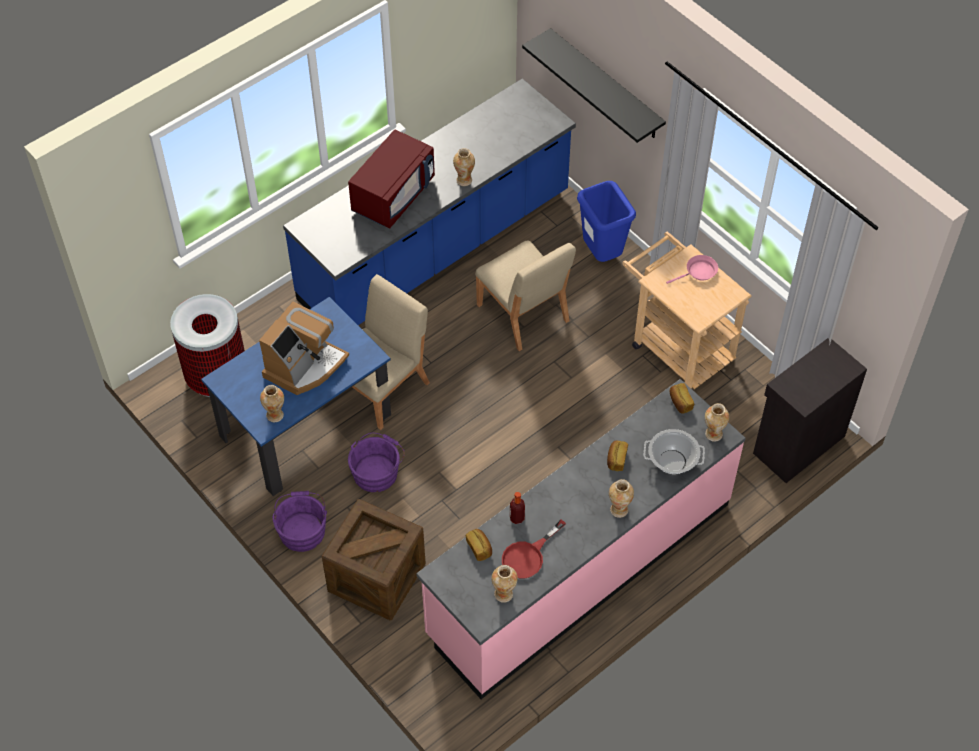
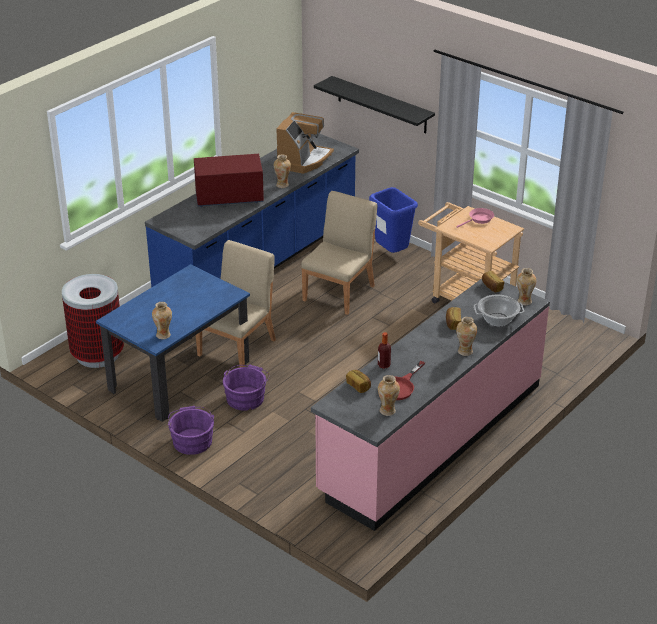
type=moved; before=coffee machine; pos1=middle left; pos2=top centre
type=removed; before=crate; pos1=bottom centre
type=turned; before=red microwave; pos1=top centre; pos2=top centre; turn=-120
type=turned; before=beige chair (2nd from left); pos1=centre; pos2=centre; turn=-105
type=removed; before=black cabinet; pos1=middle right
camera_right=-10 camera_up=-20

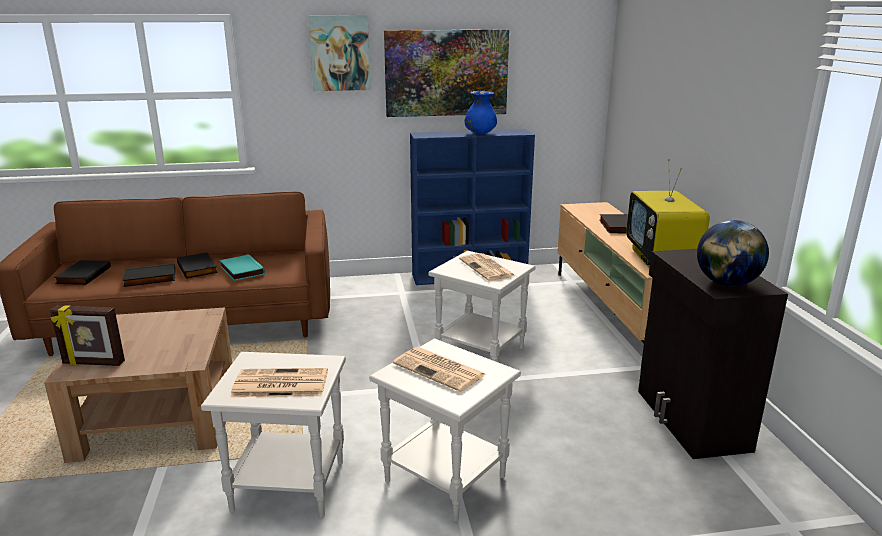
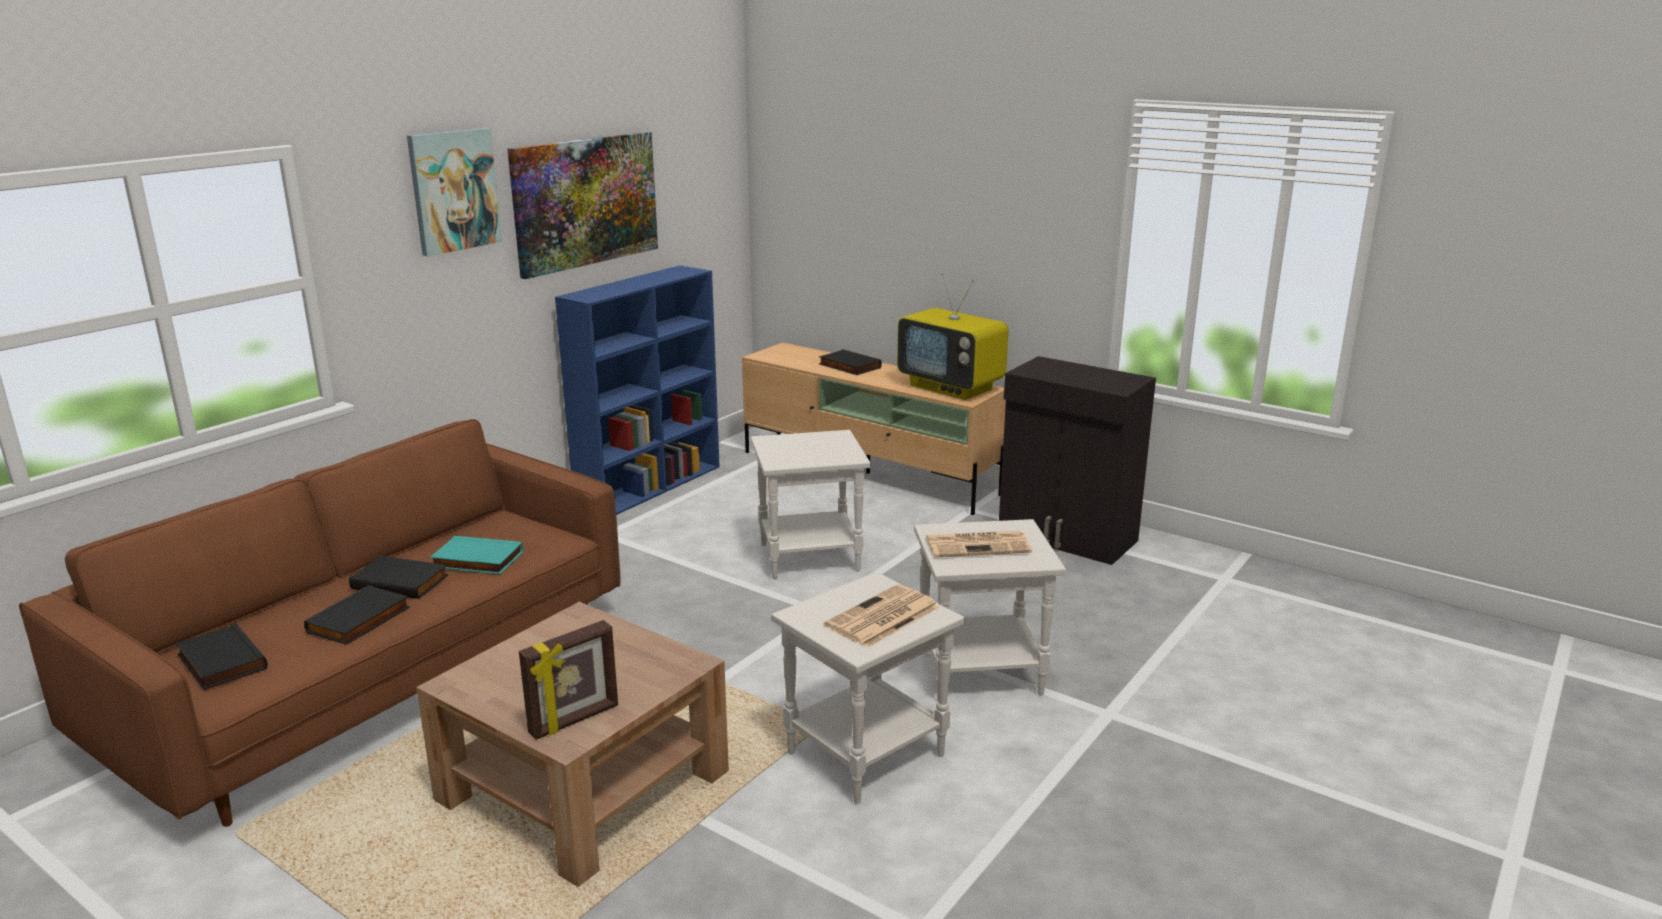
type=removed; before=newspaper (3rd from left); pos1=centre
type=removed; before=blue vase; pos1=top centre
type=removed; before=globe; pos1=middle right
camera_right=-45 camera_up=0

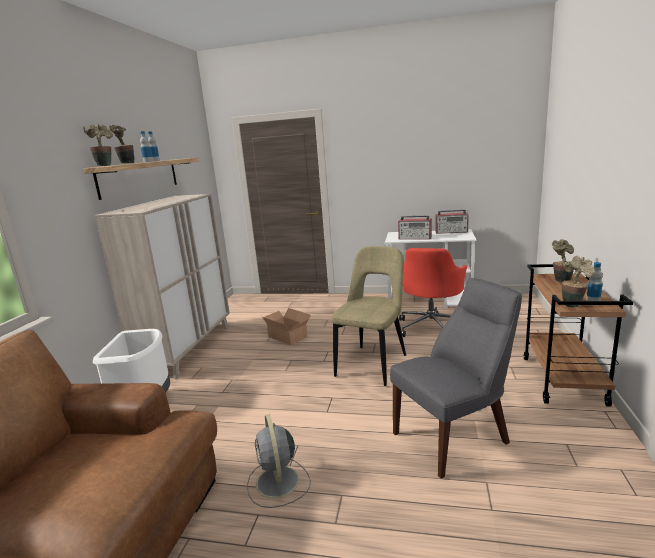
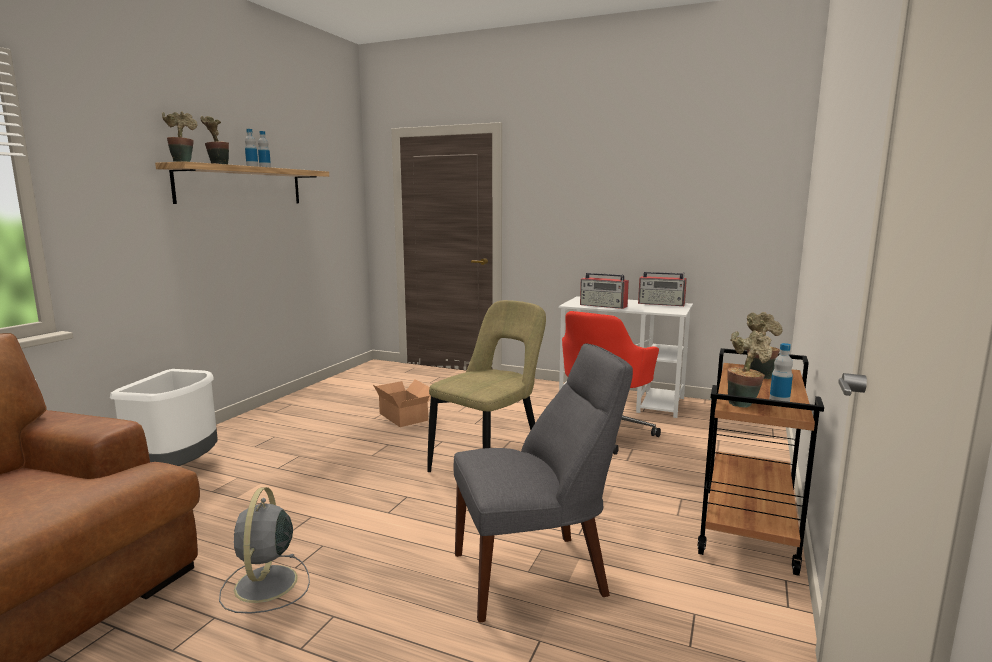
type=removed; before=beige cabinet; pos1=middle left
camera_right=10 camera_up=-5

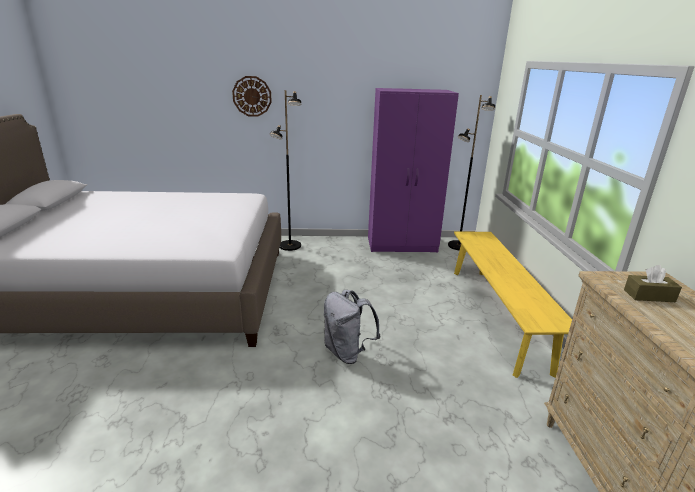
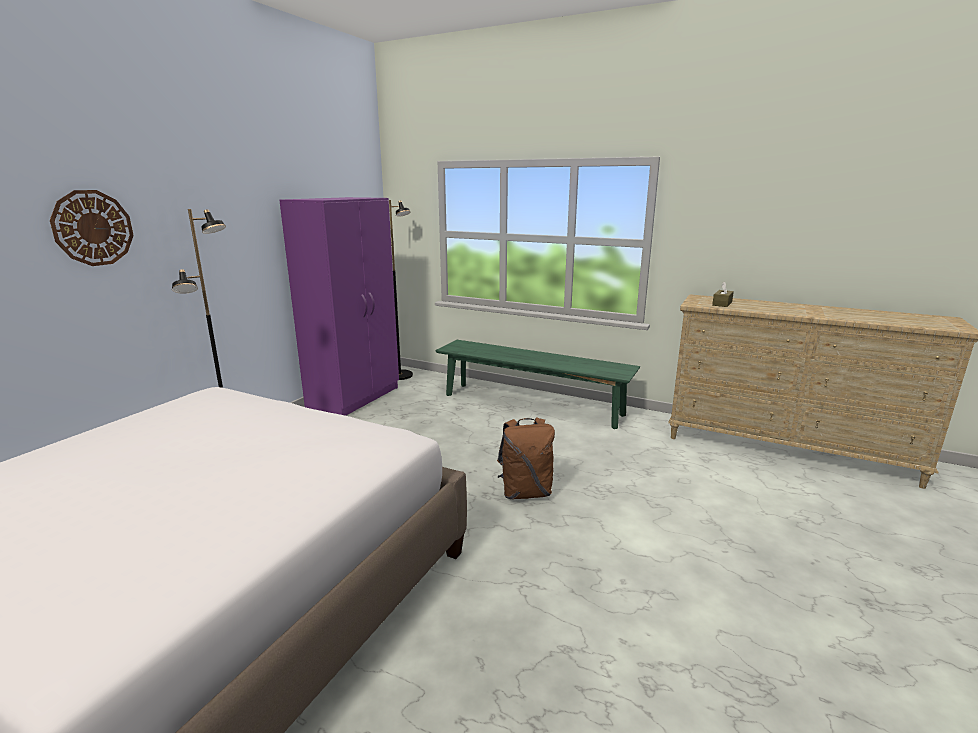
type=recoloured; before=grey backpack; after=brown backpack; pos1=centre; pos2=centre
type=recoloured; before=yellow bench; after=green bench; pos1=middle right; pos2=centre
camera_right=-60 camera_up=-5

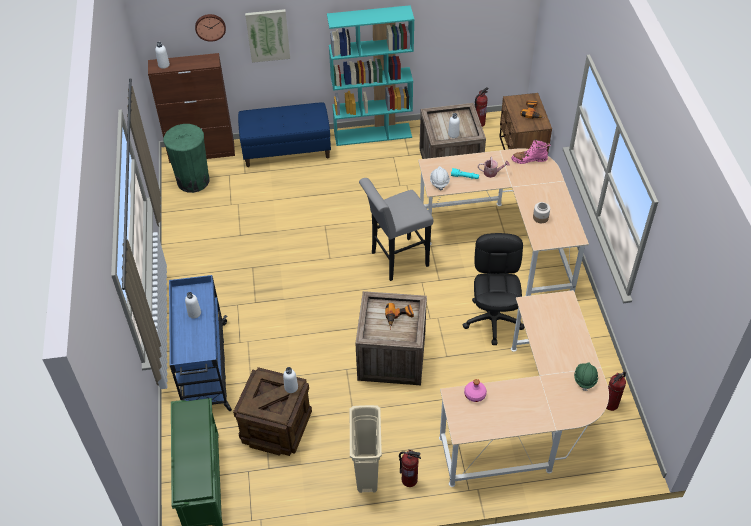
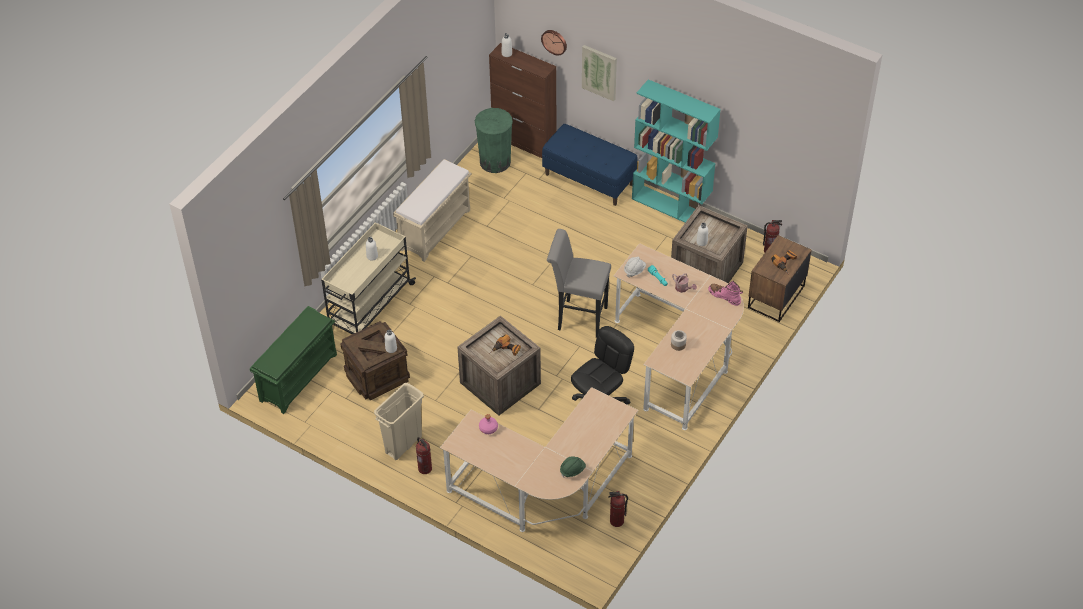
type=recoloured; before=blue cart; after=beige cart; pos1=middle left; pos2=centre
type=added; after=beige bench; pos2=centre
camera_right=40 camera_up=0

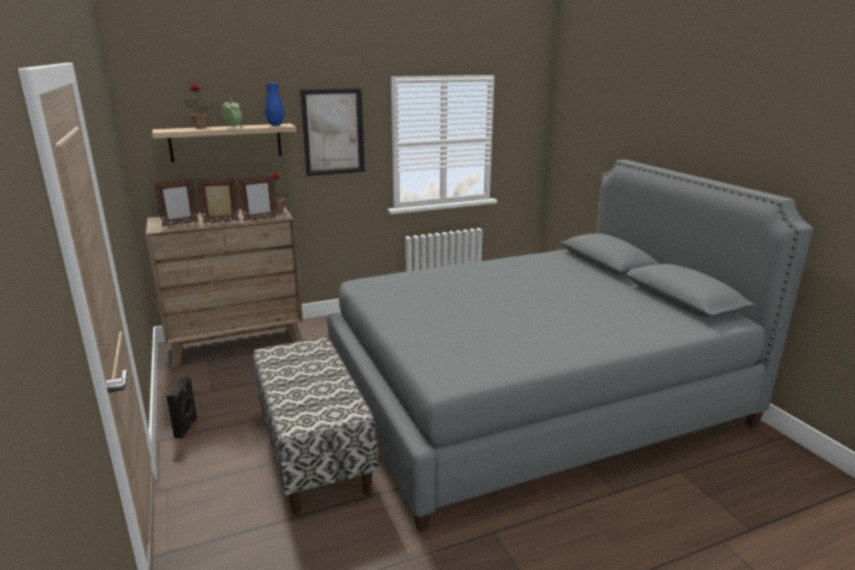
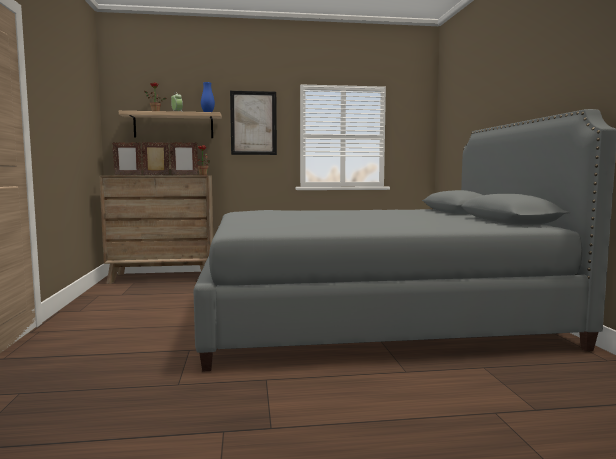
type=removed; before=black speaker; pos1=bottom left
type=removed; before=bench; pos1=bottom centre
camera_right=15 camera_up=-15

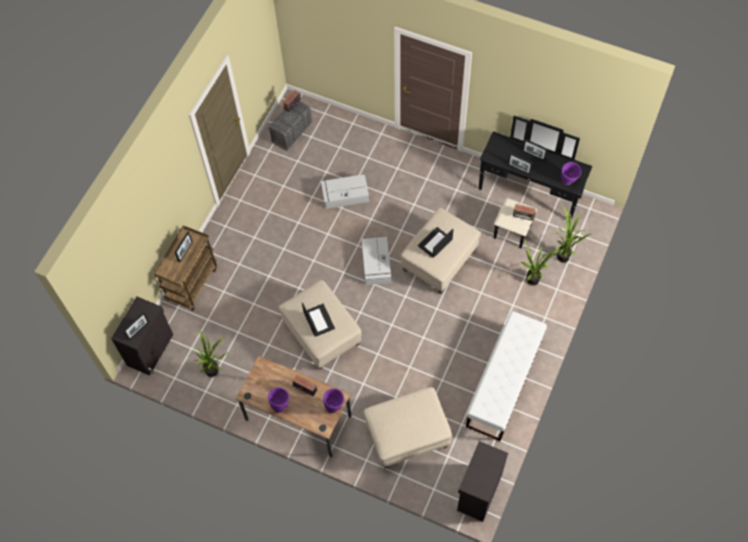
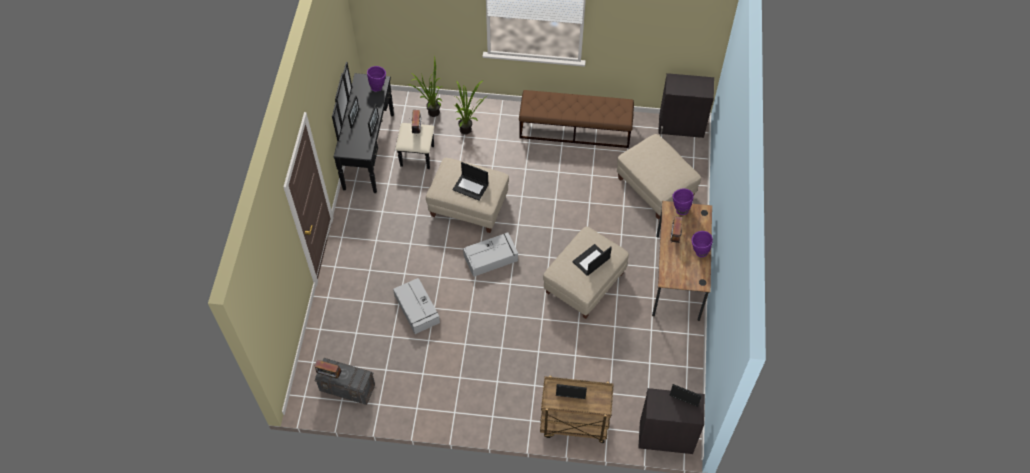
type=removed; before=potted plant (1st from left); pos1=middle left
type=recoloured; before=white bench; after=brown bench; pos1=bottom right; pos2=top centre
camera_right=-110 camera_up=-5

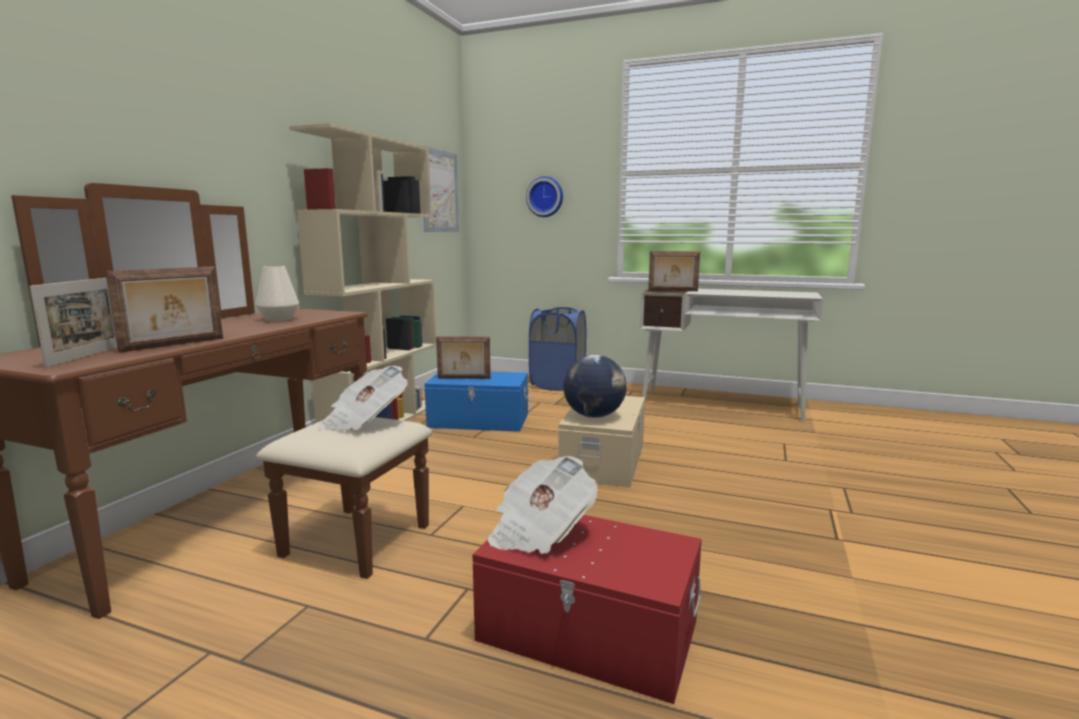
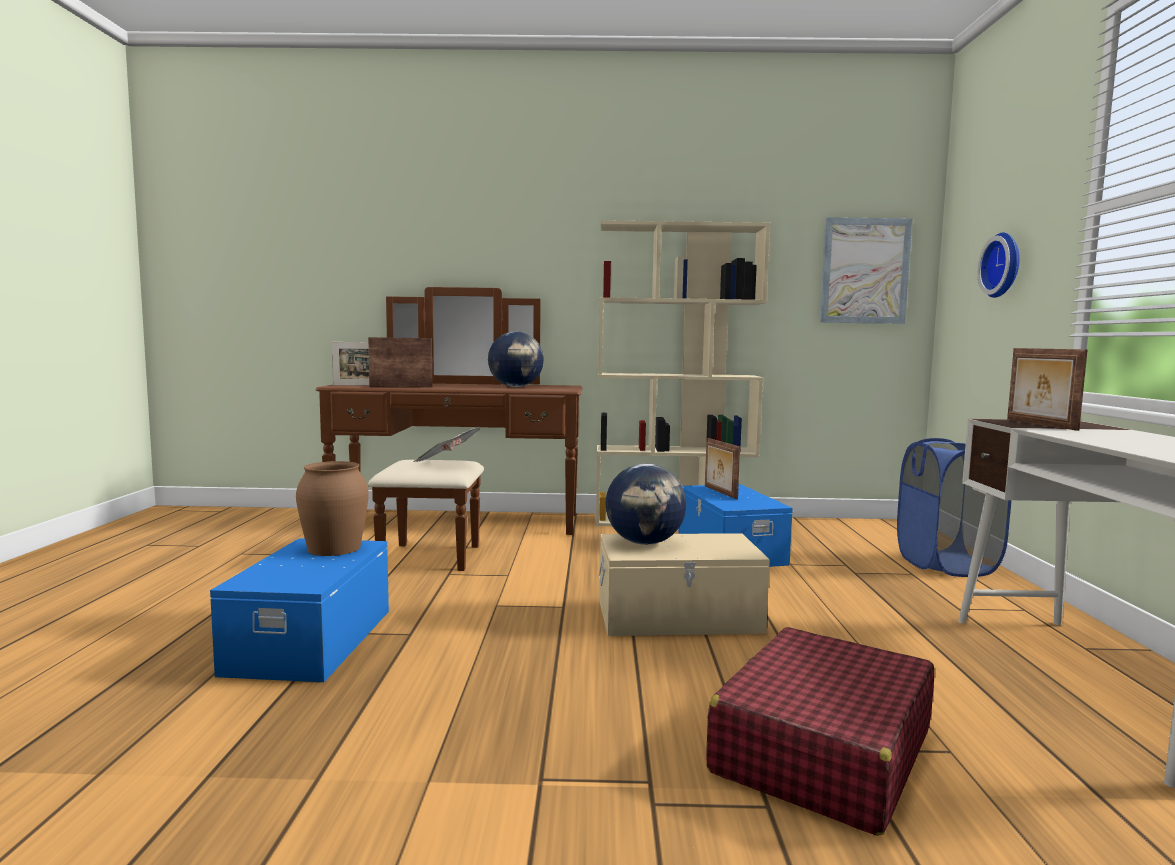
type=turned; before=picture frame (2nd from left); pos1=middle left; pos2=centre; turn=150
type=replaced; before=white vase; after=globe (1st from left); pos1=middle left; pos2=centre
type=recoloured; before=red storage box; after=blue storage box (1st from left); pos1=bottom centre; pos2=bottom left
type=replaced; before=newspaper (2nd from left); after=brown vase; pos1=bottom centre; pos2=middle left
type=added; after=red suitcase; pos2=bottom right
camera_right=70 camera_up=-5

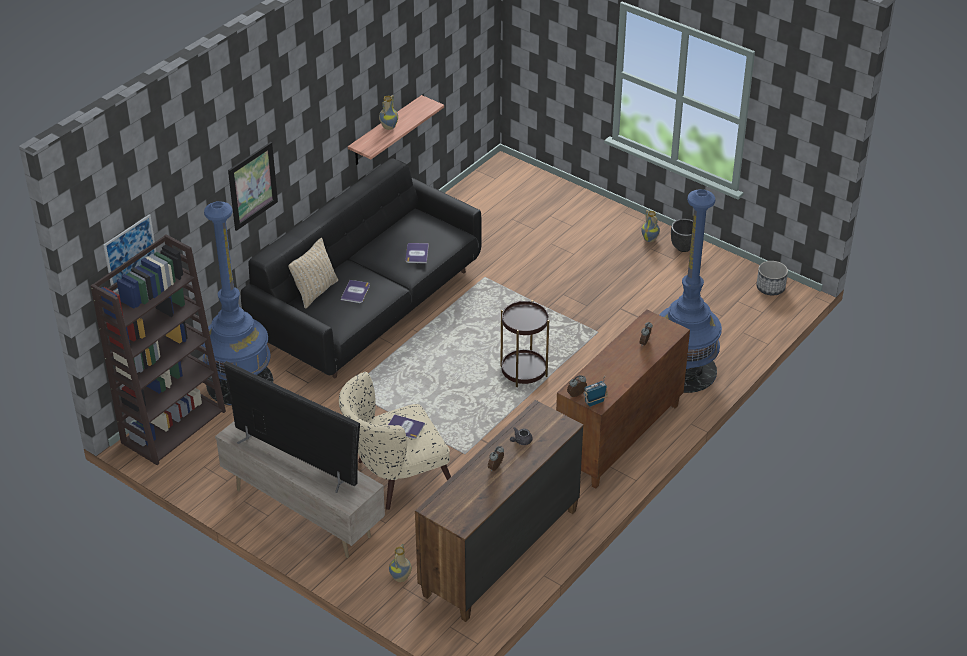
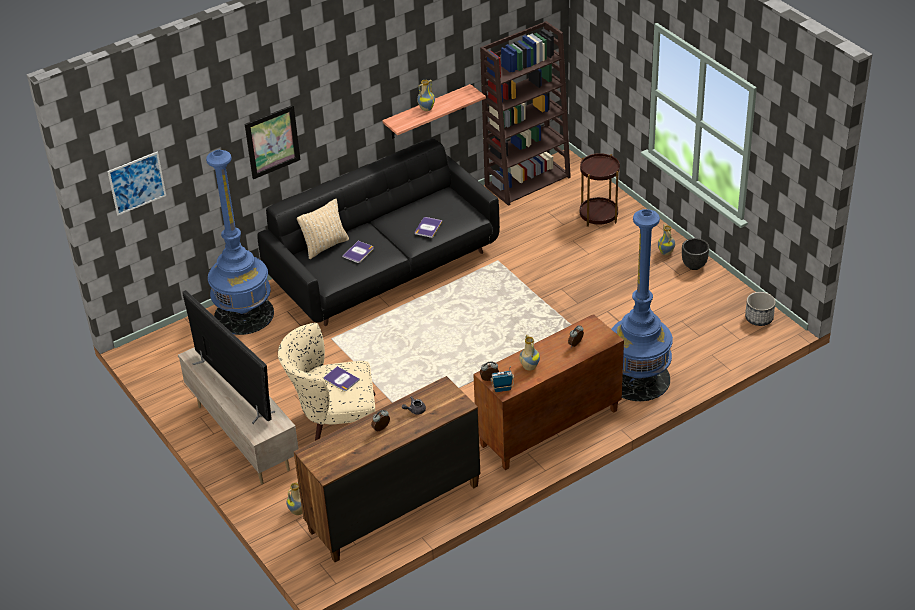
type=moved; before=brown bookcase; pos1=middle left; pos2=top centre
type=moved; before=brown side table; pos1=centre; pos2=top centre
type=added; after=vase (3rd from left); pos2=centre
camera_right=20 camera_up=0

